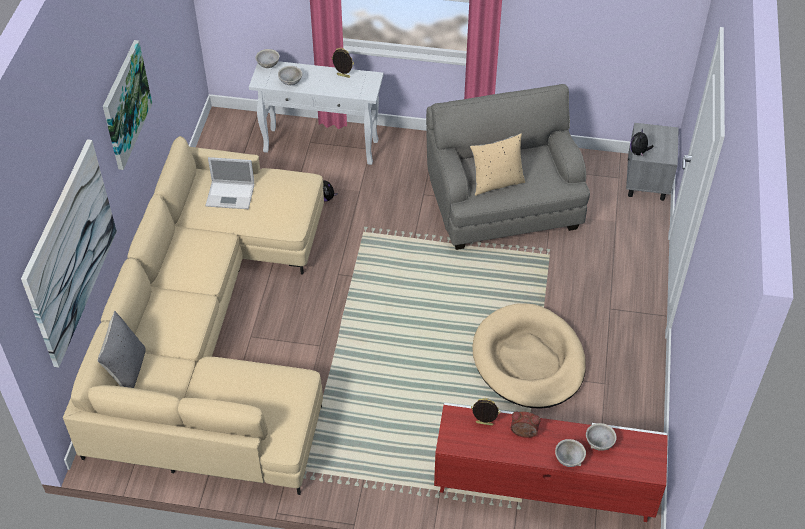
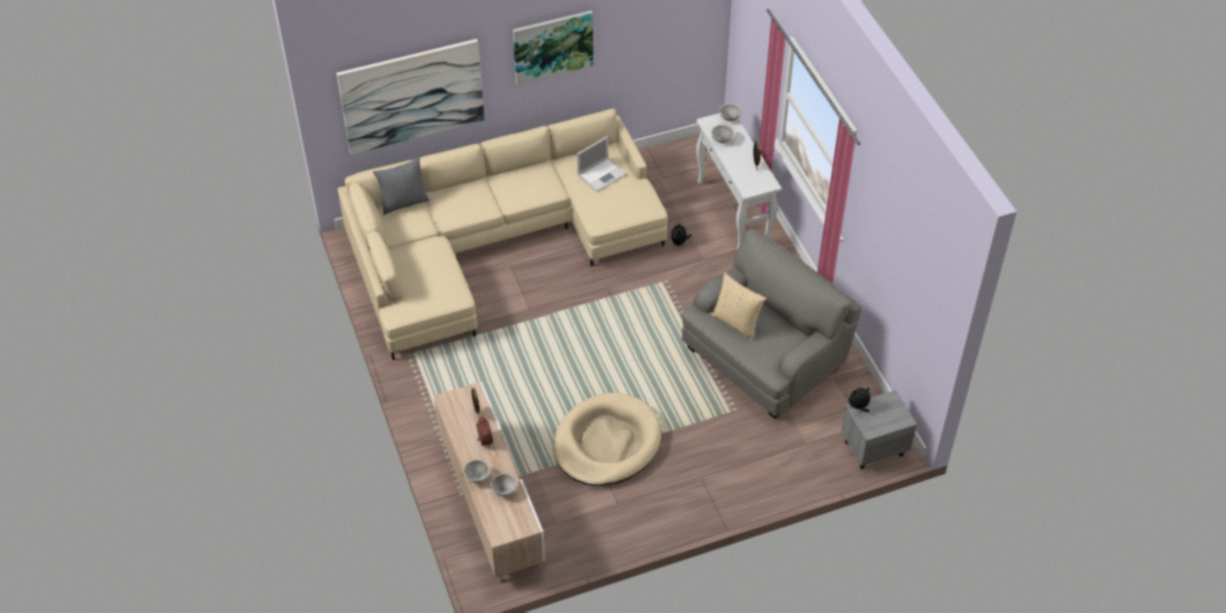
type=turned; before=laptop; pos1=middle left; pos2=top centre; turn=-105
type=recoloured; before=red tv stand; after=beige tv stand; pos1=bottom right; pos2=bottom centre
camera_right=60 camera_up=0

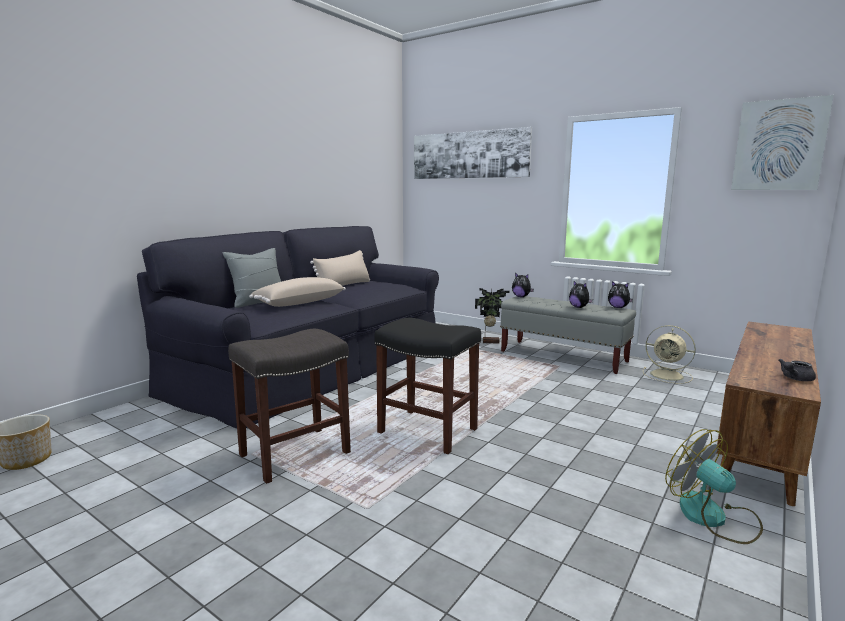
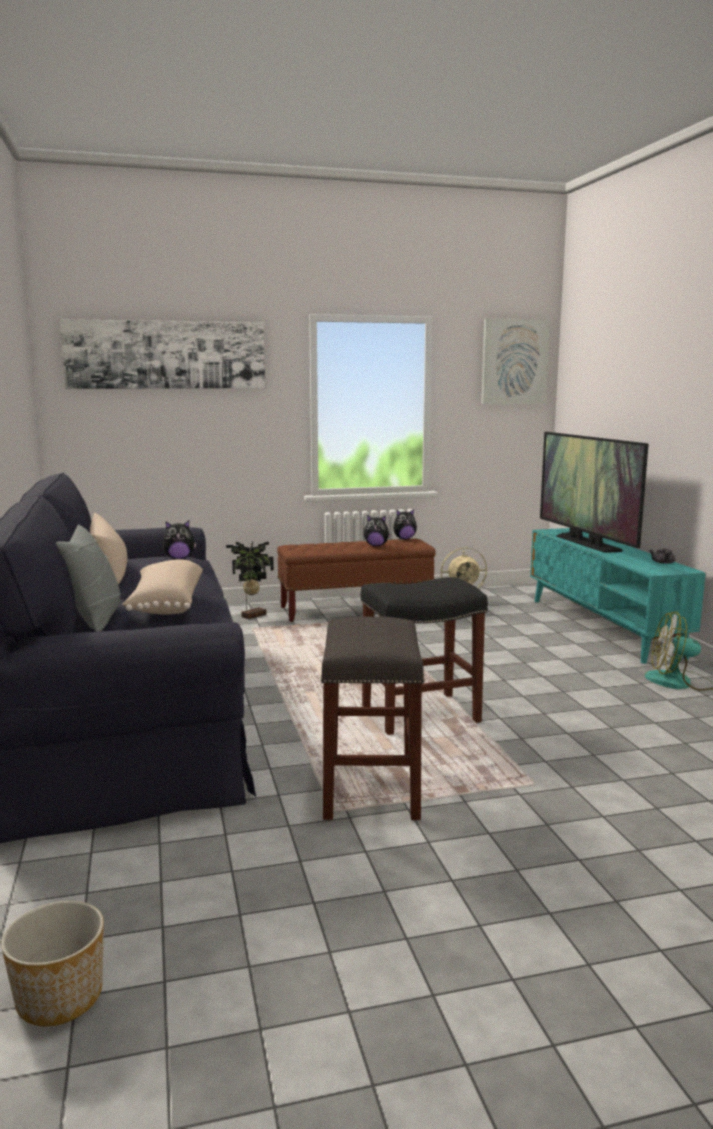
type=recoloured; before=grey bench; after=brown bench; pos1=middle right; pos2=centre
type=moved; before=plush toy (1st from left); pos1=centre; pos2=middle left
type=recoloured; before=brown tv stand; after=turquoise tv stand; pos1=middle right; pos2=middle right
type=added; after=television; pos2=middle right
camera_right=-50 camera_up=0

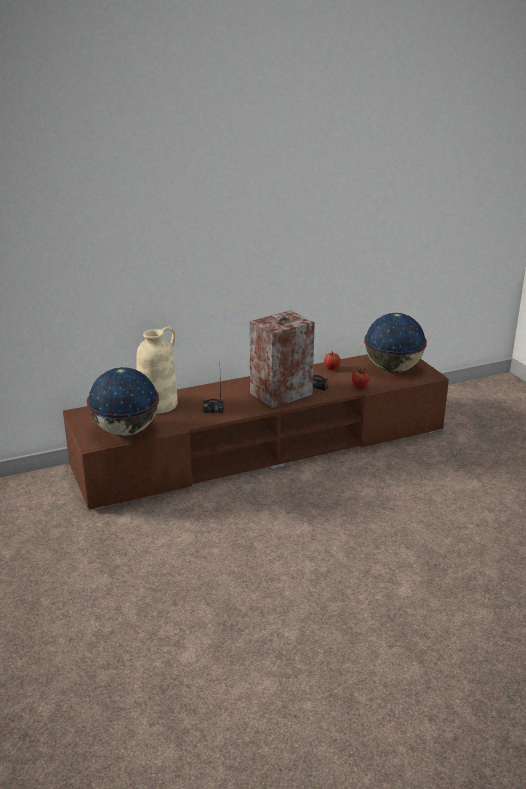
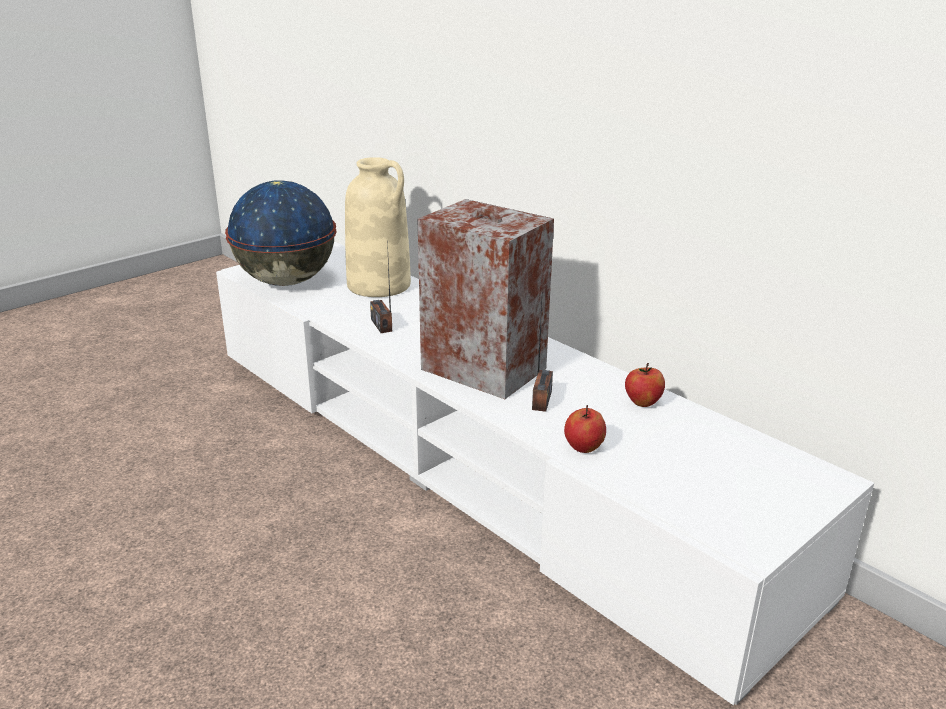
type=recoloured; before=brown tv stand; after=white tv stand; pos1=centre; pos2=bottom centre
type=removed; before=globe (2nd from left); pos1=middle right
camera_right=70 camera_up=0

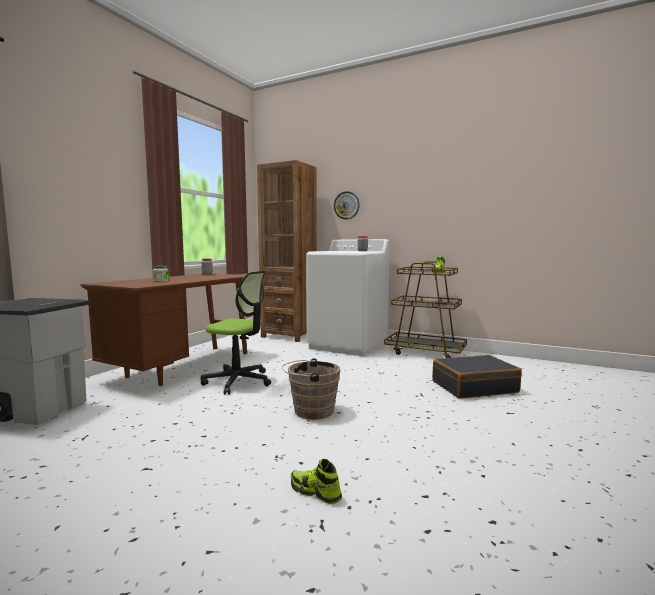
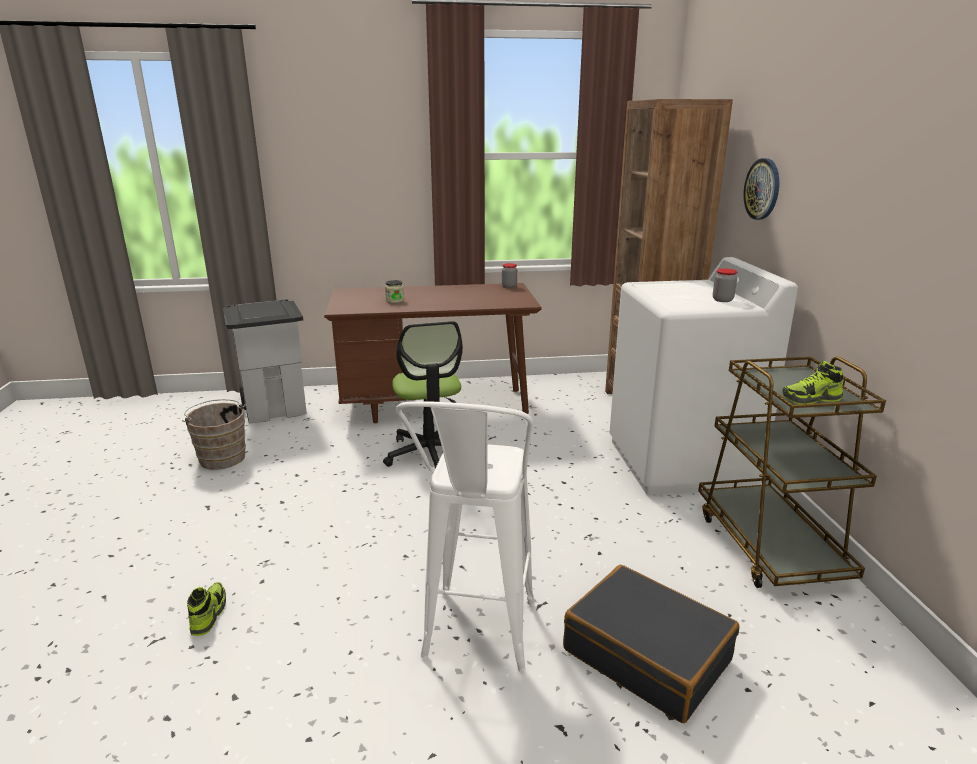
type=moved; before=brown bucket; pos1=centre; pos2=middle left
type=added; after=white stool; pos2=bottom centre
camera_right=55 camera_up=15

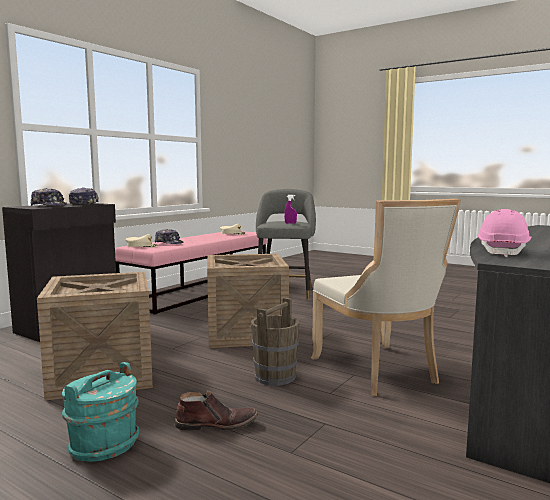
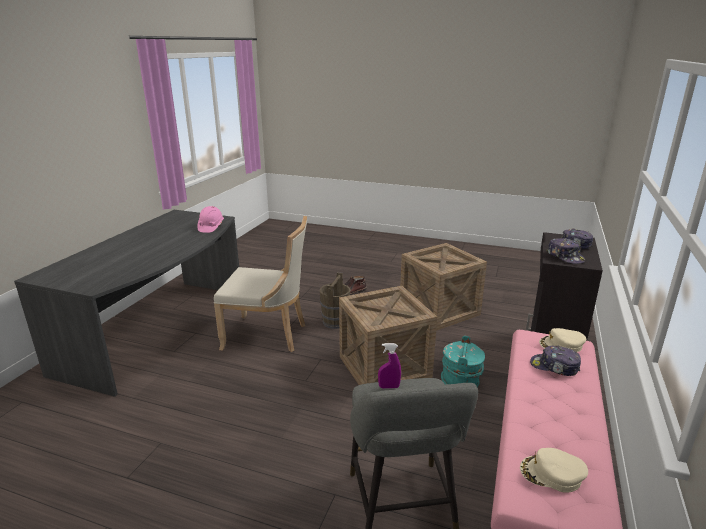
type=moved; before=turquoise bucket; pos1=bottom left; pos2=bottom centre
type=turned; before=beige chair; pos1=middle right; pos2=centre; turn=135
camera_right=165 camera_up=15

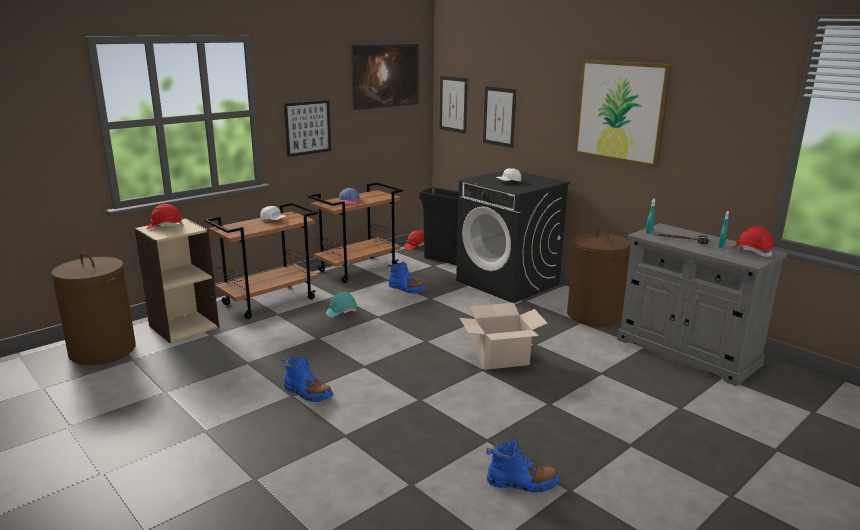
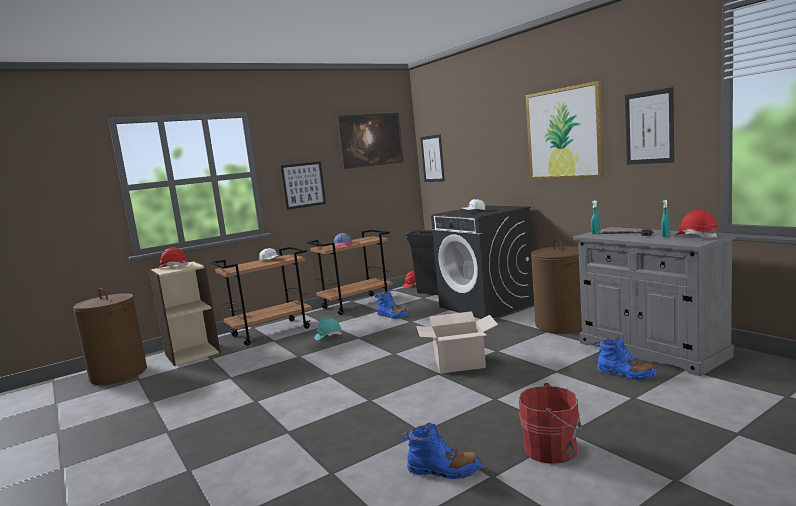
type=moved; before=blue boot (1st from left in the first image); after=blue boot (3rd from left); pos1=bottom centre; pos2=bottom right
type=moved; before=picture (4th from left in the first image); after=picture (5th from left); pos1=top centre; pos2=top right
type=added; after=red bucket; pos2=bottom right
camera_right=10 camera_up=-10

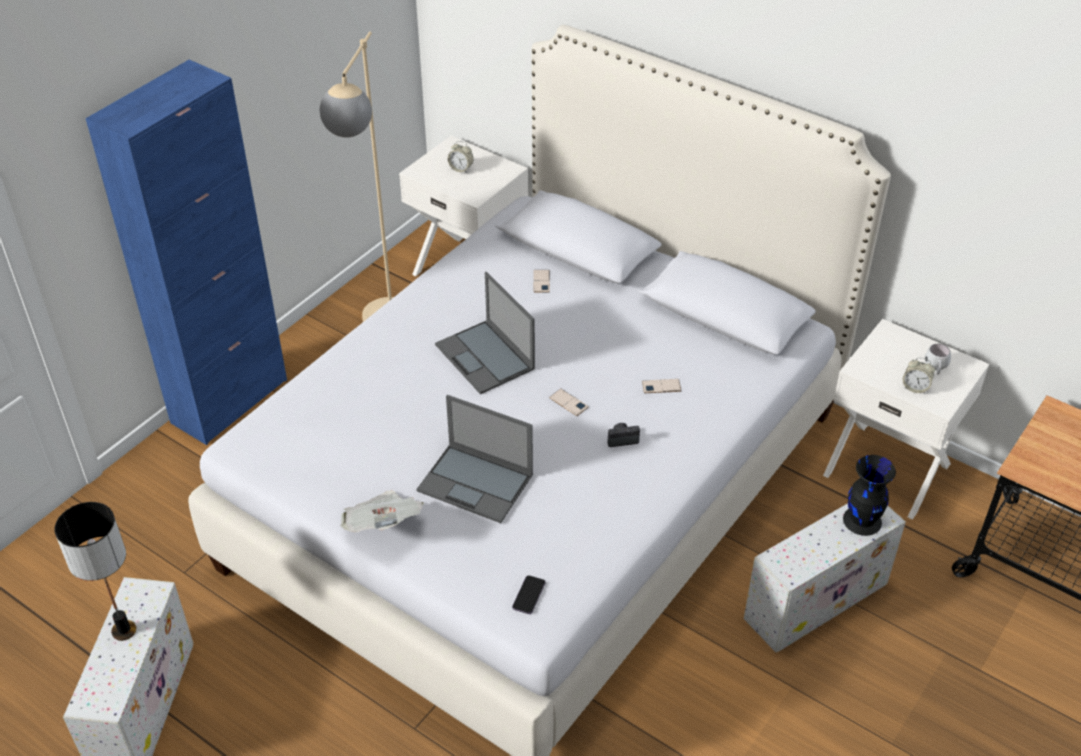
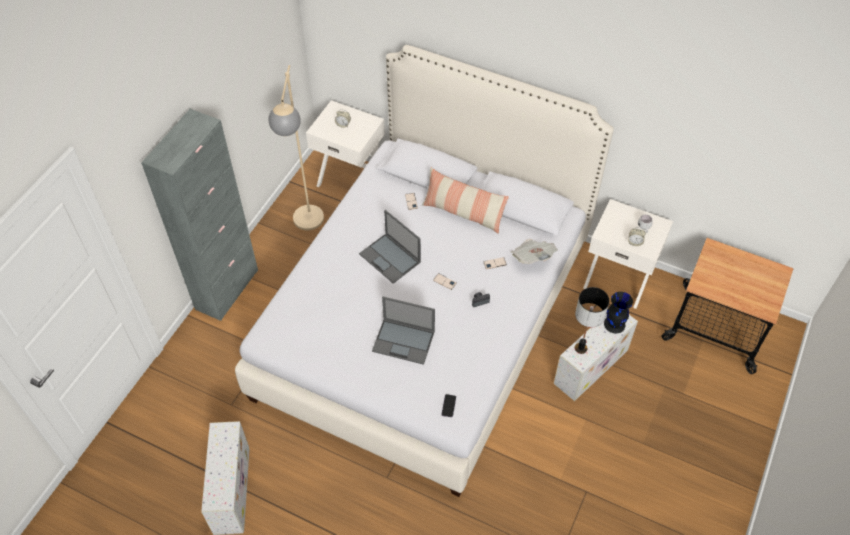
type=moved; before=table lamp; pos1=bottom left; pos2=middle right
type=recoloured; before=blue cabinet; after=grey cabinet; pos1=middle left; pos2=middle left
type=moved; before=newspaper; pos1=bottom centre; pos2=centre
type=added; after=pillow; pos2=centre
camera_right=-10 camera_up=10

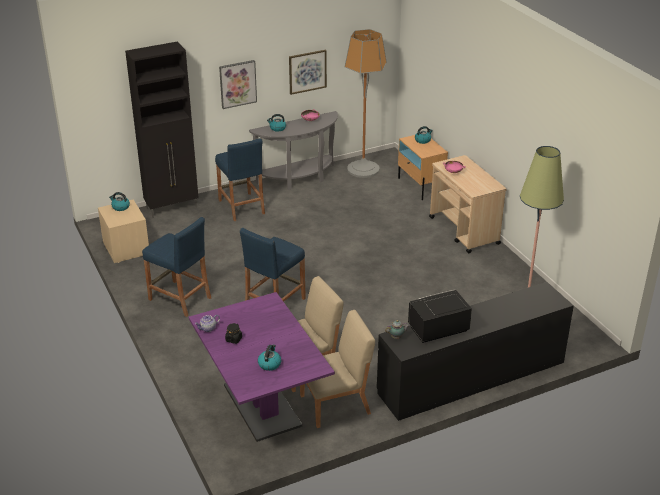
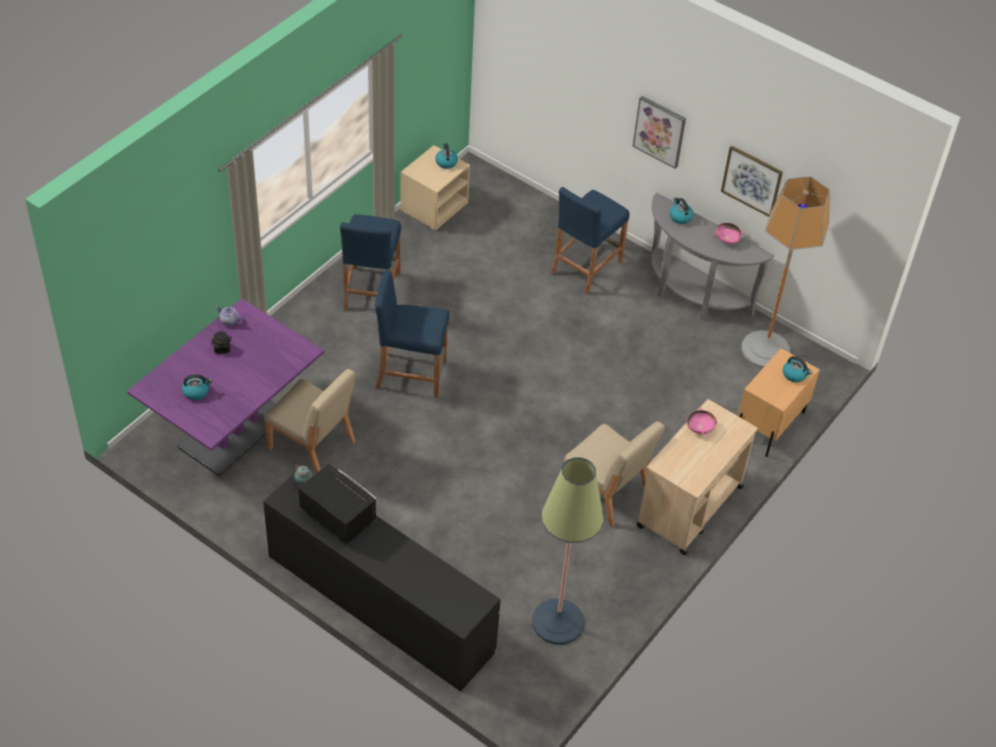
type=removed; before=black cabinet; pos1=top left
type=moved; before=beige chair (2nd from left); pos1=bottom centre; pos2=centre
camera_right=60 camera_up=15

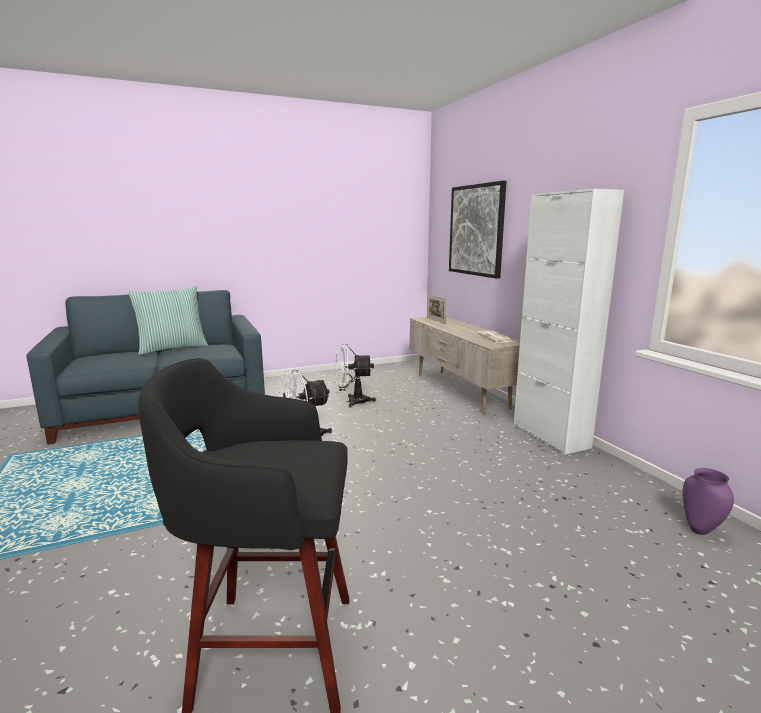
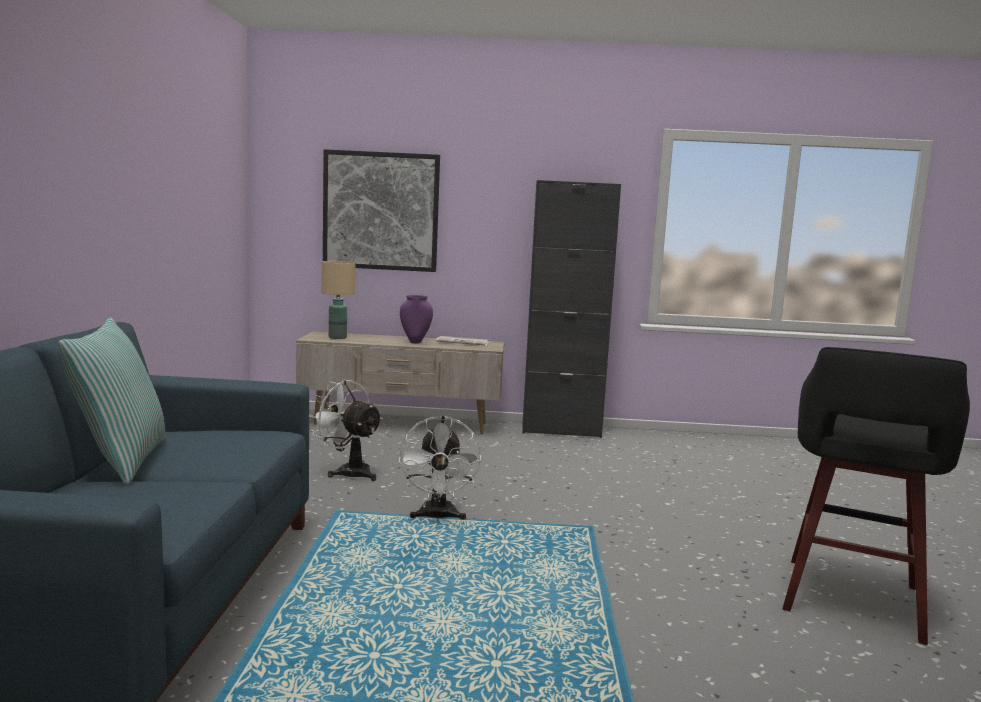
type=turned; before=white fan (2nd from left in the first image); pos1=centre; pos2=centre; turn=105
type=replaced; before=picture frame; after=beige table lamp; pos1=centre; pos2=centre
type=recoloured; before=white cabinet; after=black cabinet; pos1=middle right; pos2=centre
type=moved; before=purple vase; pos1=bottom right; pos2=centre
camera_right=-65 camera_up=-5

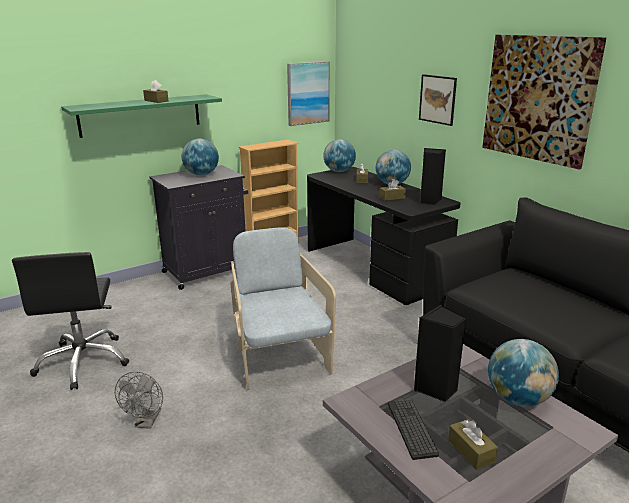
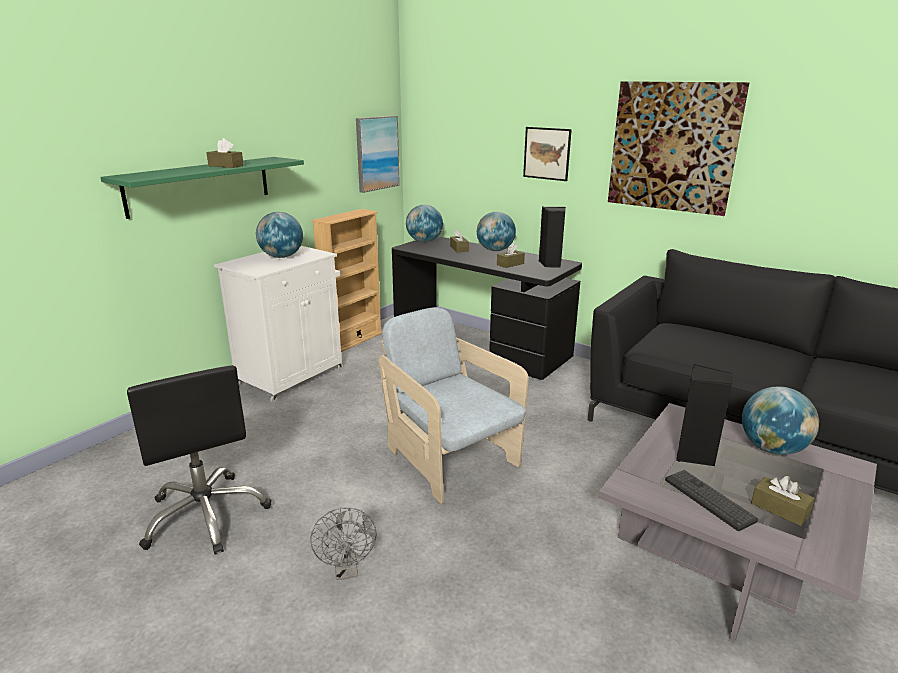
type=recoloured; before=black cabinet; after=white cabinet; pos1=middle left; pos2=middle left
camera_right=-20 camera_up=0

